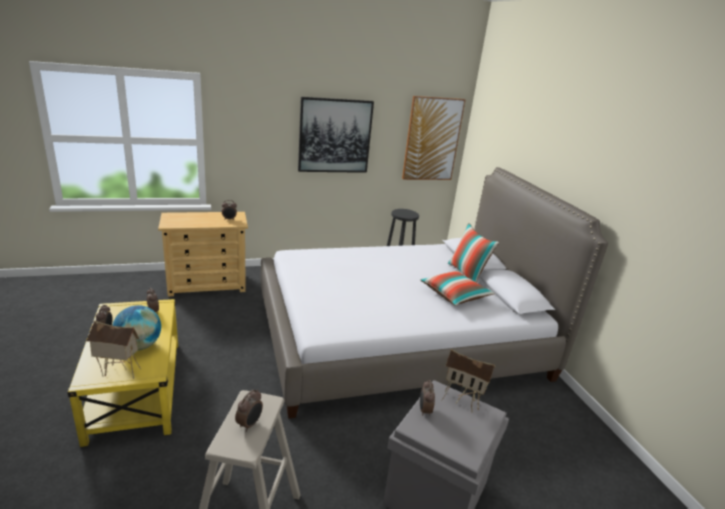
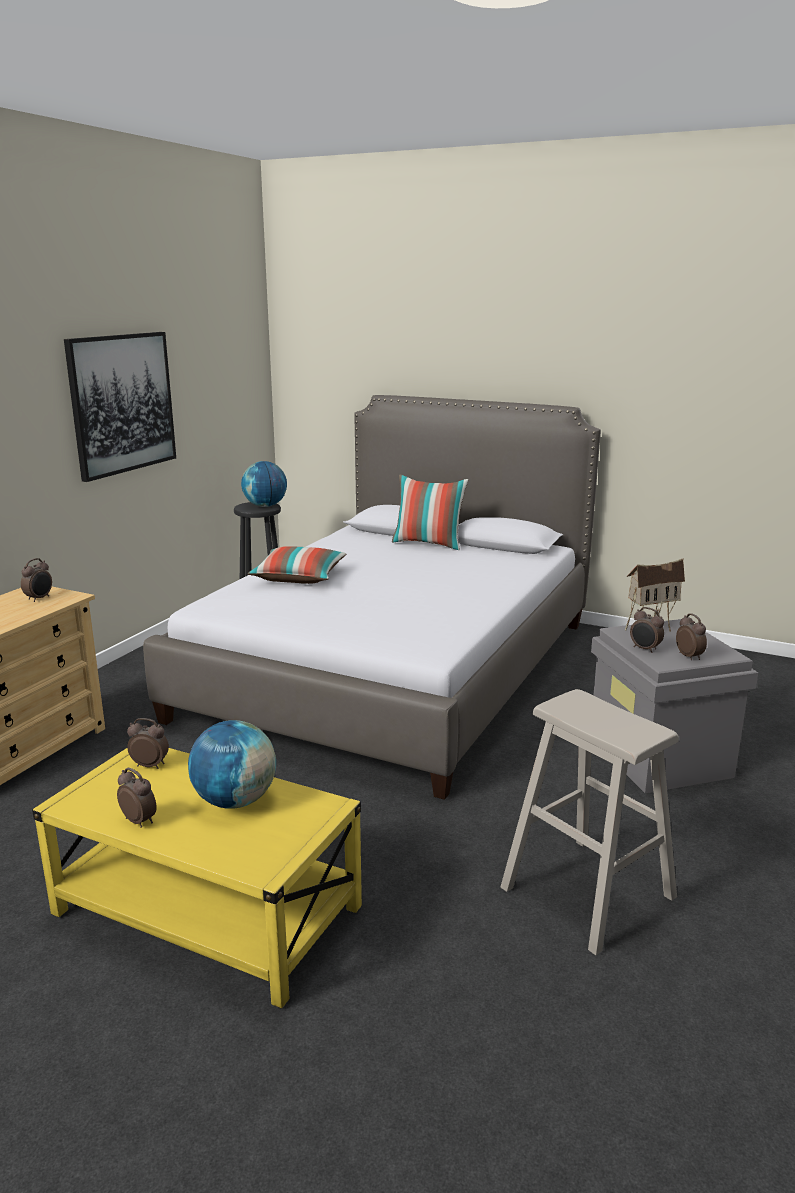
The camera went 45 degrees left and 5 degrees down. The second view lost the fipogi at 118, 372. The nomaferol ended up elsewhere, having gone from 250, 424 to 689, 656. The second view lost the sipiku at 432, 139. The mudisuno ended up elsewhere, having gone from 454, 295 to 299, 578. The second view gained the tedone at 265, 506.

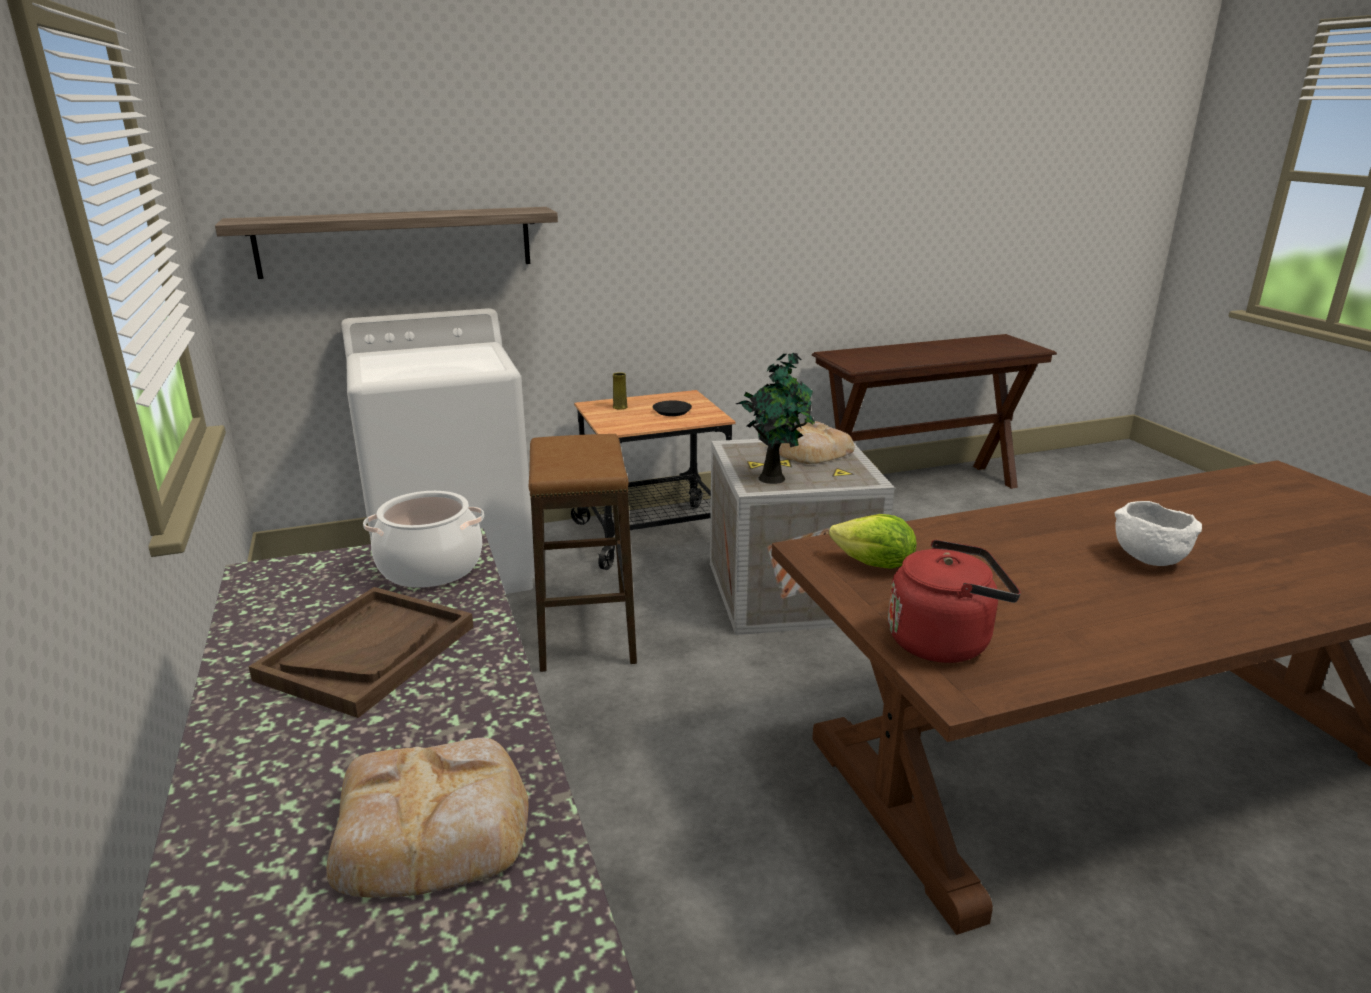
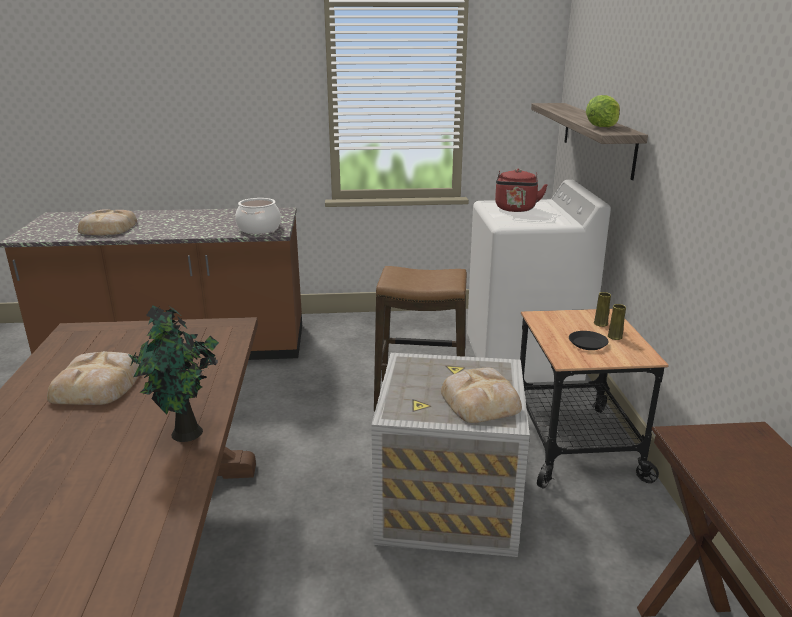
The camera went 105 degrees right and 0 degrees up. The second view lost the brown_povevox at 368, 652. The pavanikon ended up elsewhere, having gone from 774, 478 to 187, 434. The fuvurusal ended up elsewhere, having gone from 874, 565 to 601, 126. The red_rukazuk ended up elsewhere, having gone from 944, 641 to 515, 209. The second view lost the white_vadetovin at 1147, 559. The second view gained the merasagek at 98, 385. The second view gained the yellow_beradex at 615, 337.

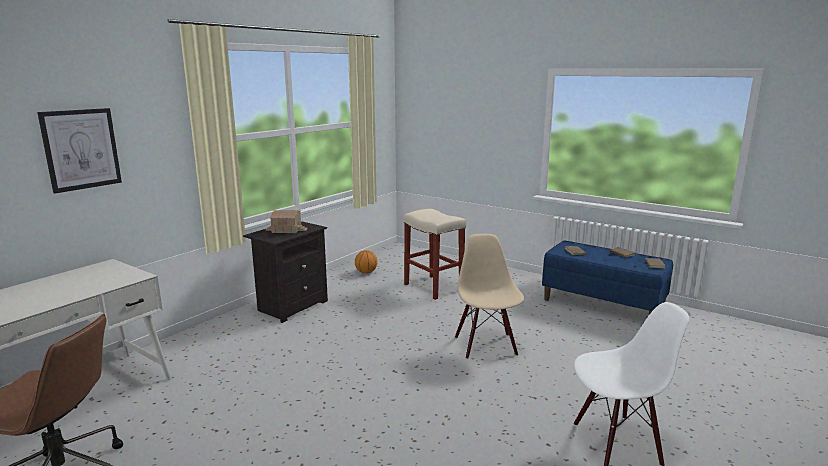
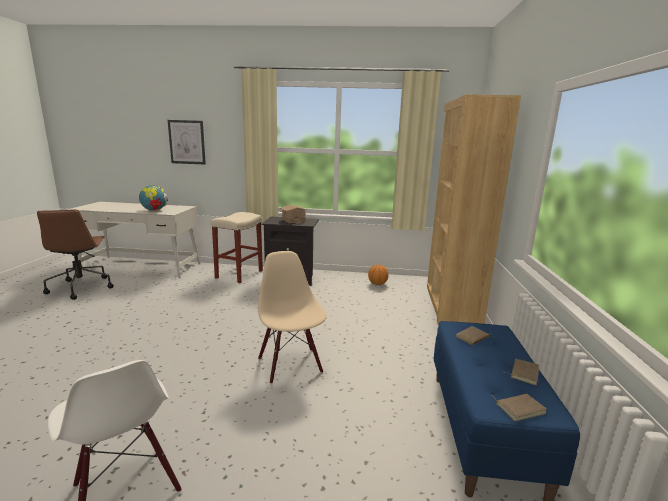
The camera went 60 degrees right and 0 degrees up. The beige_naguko ended up elsewhere, having gone from 434, 287 to 239, 274. The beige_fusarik at 486, 346 ended up facing another way, 75 degrees counterclockwise from before. The second view gained the tedone at 154, 211. The second view gained the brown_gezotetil at 451, 305.

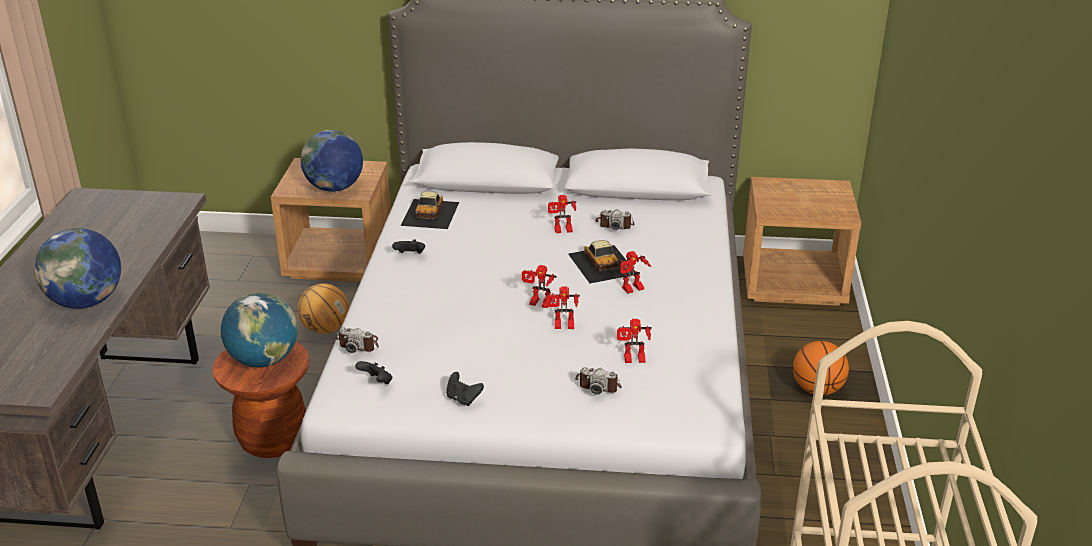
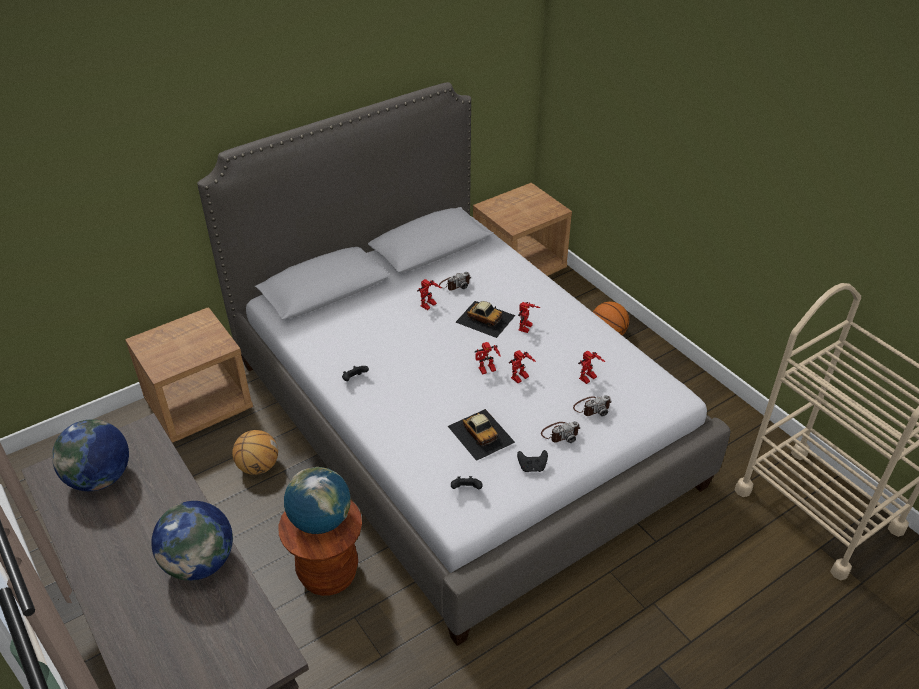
The camera went 40 degrees left and 10 degrees up. The tedone ended up elsewhere, having gone from 334, 188 to 100, 478. The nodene ended up elsewhere, having gone from 359, 344 to 560, 433. The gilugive ended up elsewhere, having gone from 430, 213 to 481, 433.

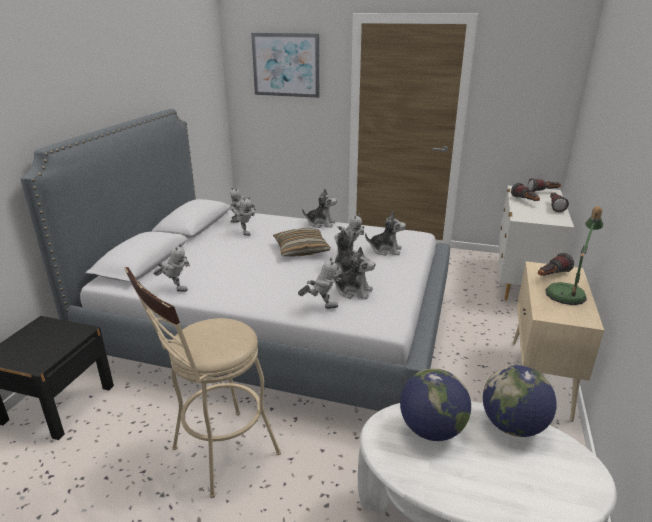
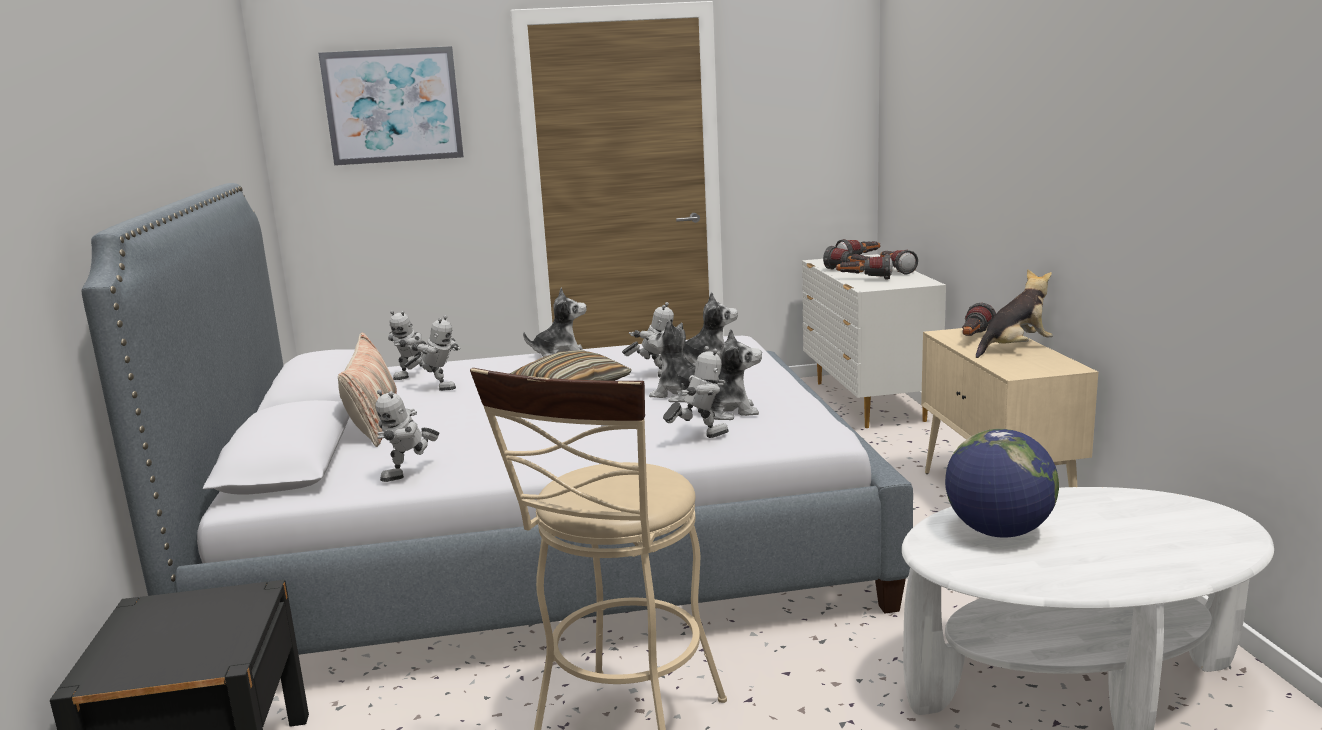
The camera went 25 degrees left and 10 degrees down. The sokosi at 175, 288 ended up facing another way, 135 degrees clockwise from before. The second view lost the tedone at 513, 426. Where the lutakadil stood at 568, 292, the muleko came to stand at 1014, 348. The second view gained the mudisuno at 373, 419. The second view gained the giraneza at 864, 279.

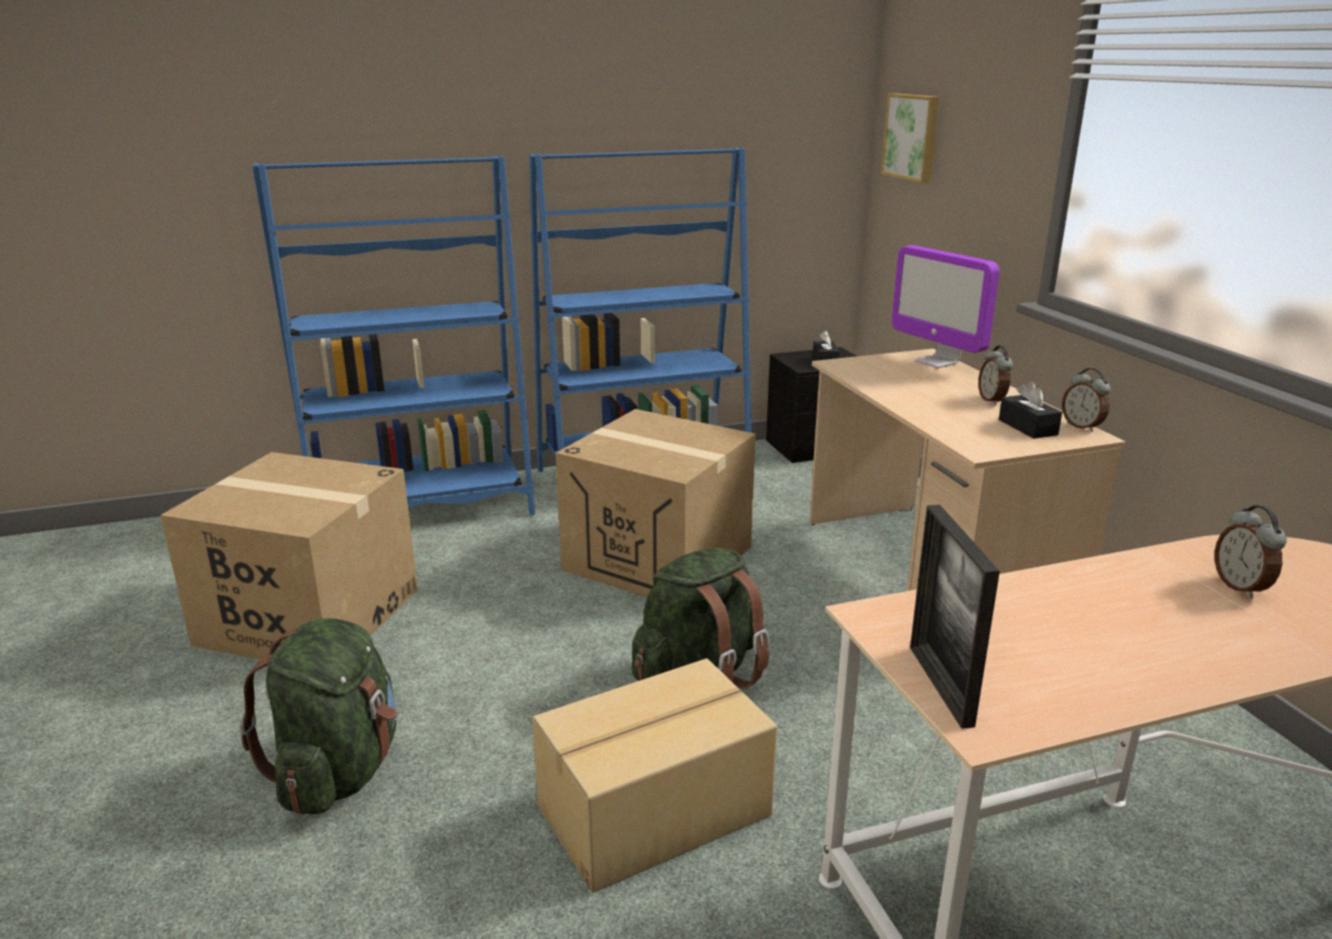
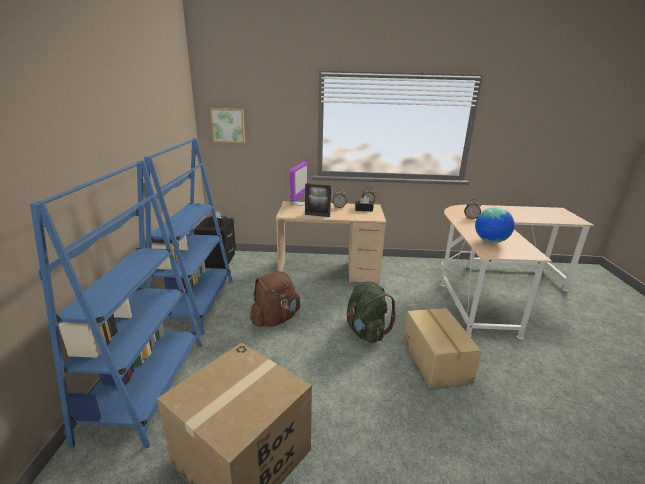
The camera went 70 degrees left and 0 degrees up. The second view lost the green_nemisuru at 339, 771. Where the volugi stood at 659, 558, the brown_nemisuru came to stand at 275, 319. The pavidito at 937, 362 ended up facing another way, 60 degrees counterclockwise from before. The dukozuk ended up elsewhere, having gone from 940, 685 to 317, 215. The second view gained the tedone at 491, 241.

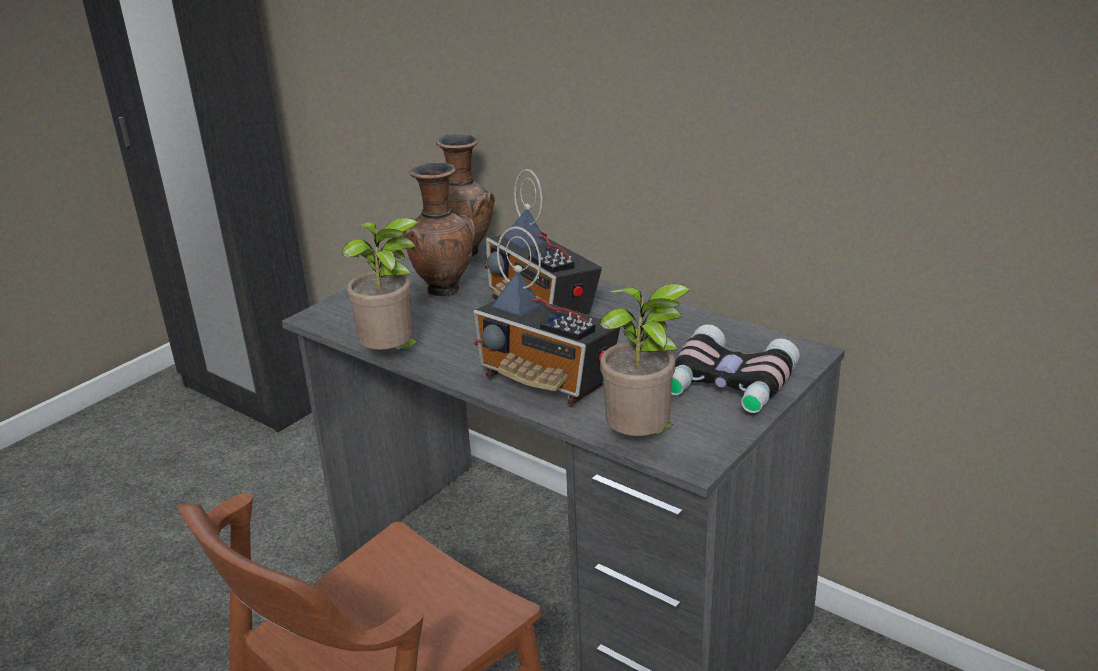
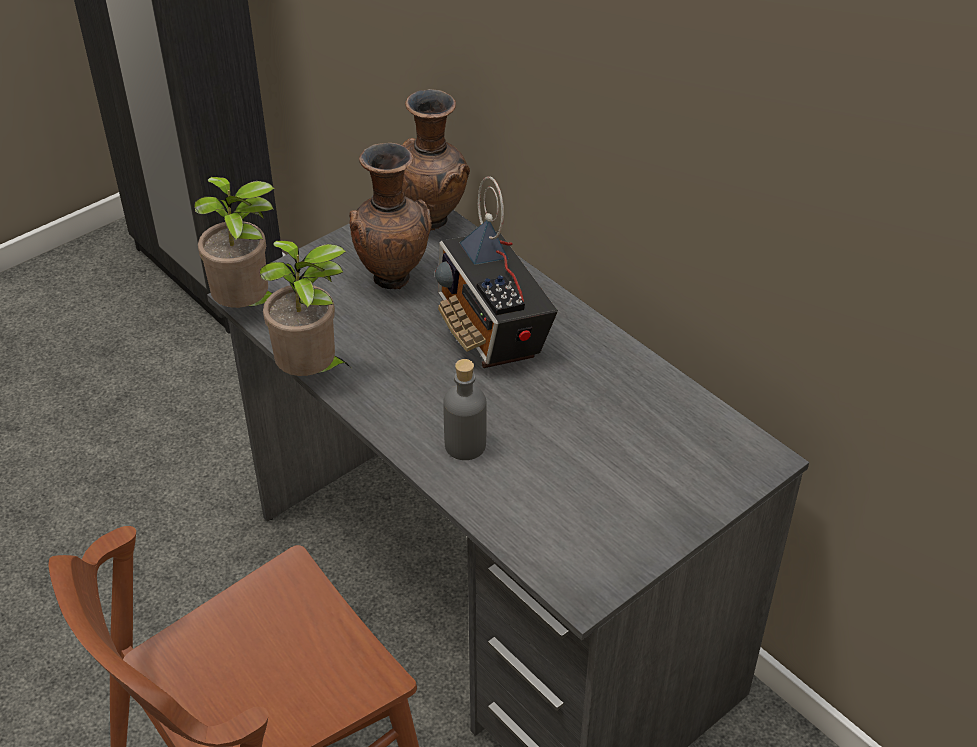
The camera went 10 degrees right and 15 degrees up. Where the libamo stood at 547, 381, the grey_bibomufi came to stand at 465, 445. The pavanikon ended up elsewhere, having gone from 642, 441 to 247, 308. The second view lost the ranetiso at 728, 385.

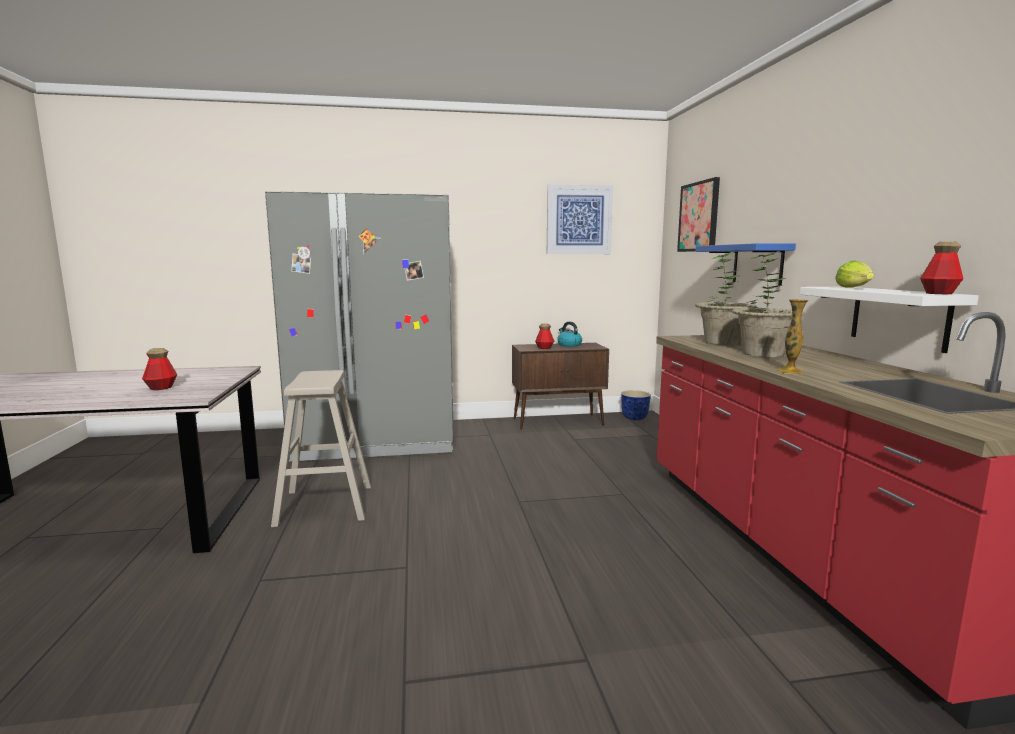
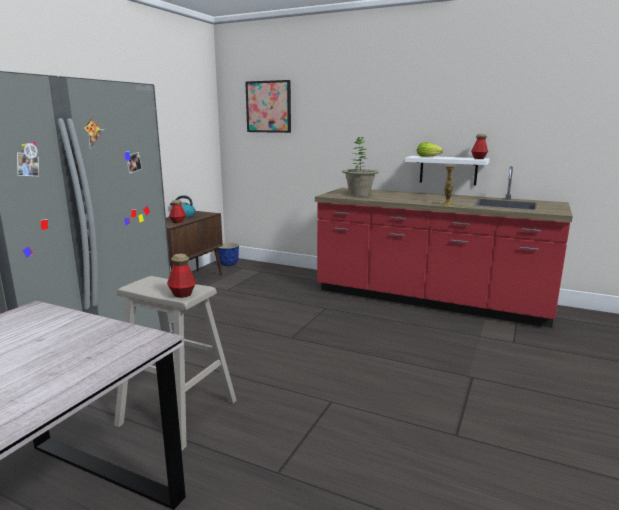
The camera went 55 degrees left and 5 degrees up. The bibomufi ended up elsewhere, having gone from 161, 388 to 182, 294. The second view lost the sipiku at 579, 220. The second view lost the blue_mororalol at 757, 264. The second view lost the pavanikon at 763, 354.

